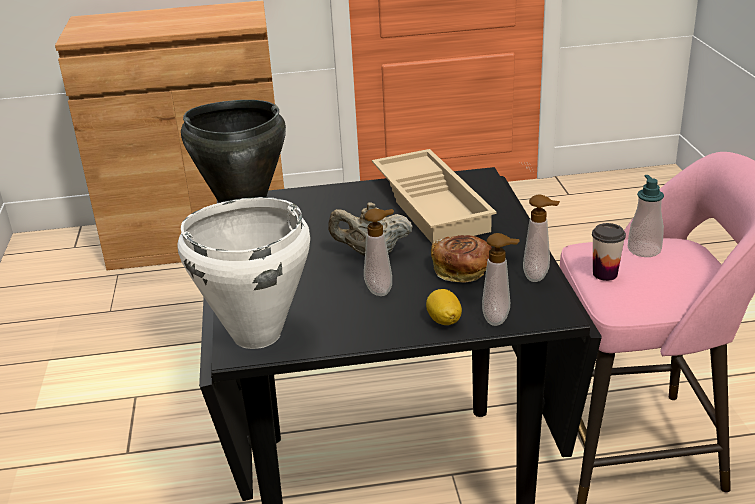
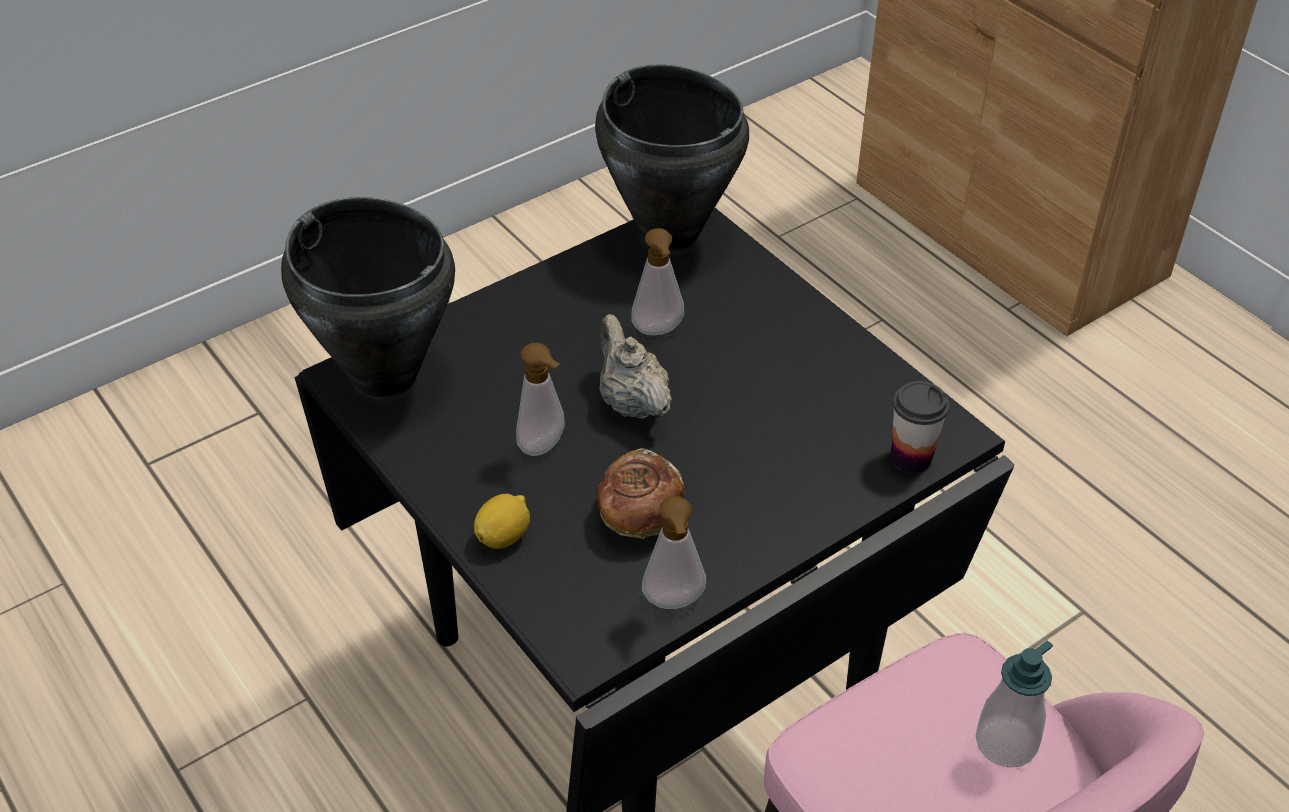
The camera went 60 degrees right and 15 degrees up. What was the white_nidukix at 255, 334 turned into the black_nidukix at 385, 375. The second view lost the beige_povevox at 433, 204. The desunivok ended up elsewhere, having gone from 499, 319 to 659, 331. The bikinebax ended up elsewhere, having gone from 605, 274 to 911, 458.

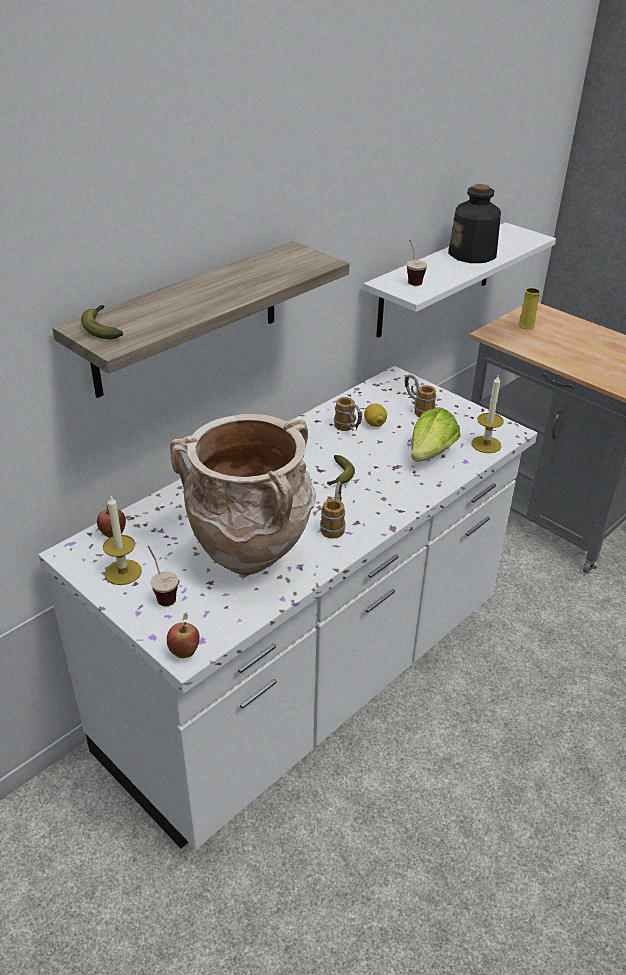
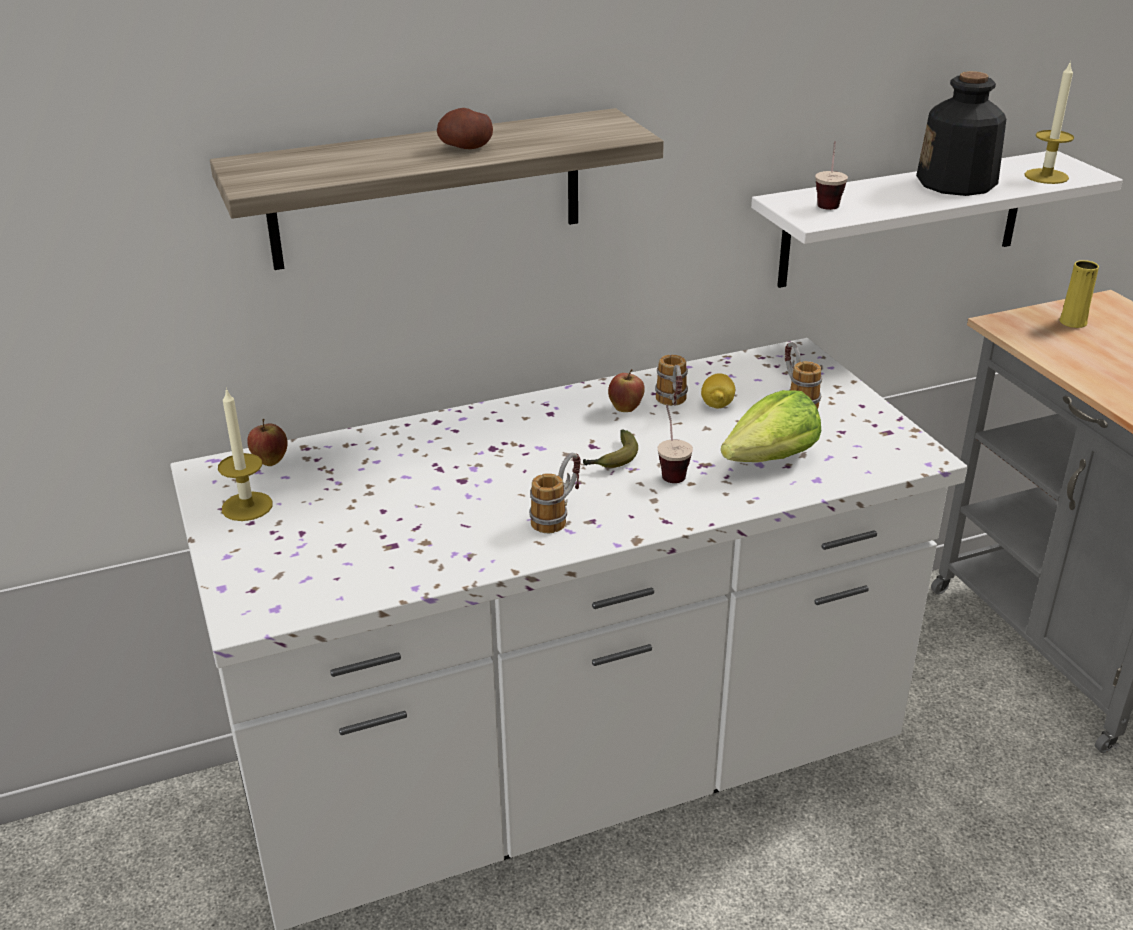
The camera went 25 degrees right and 5 degrees down. The second view lost the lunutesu at 102, 328. The bikinebax ended up elsewhere, having gone from 162, 593 to 670, 470. The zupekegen ended up elsewhere, having gone from 184, 652 to 626, 409. The second view lost the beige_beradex at 252, 559. The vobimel ended up elsewhere, having gone from 486, 444 to 1046, 176. The second view gained the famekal at 466, 147.

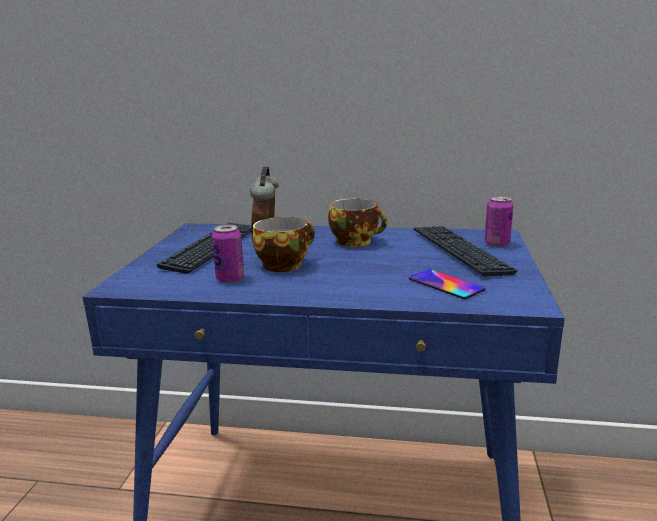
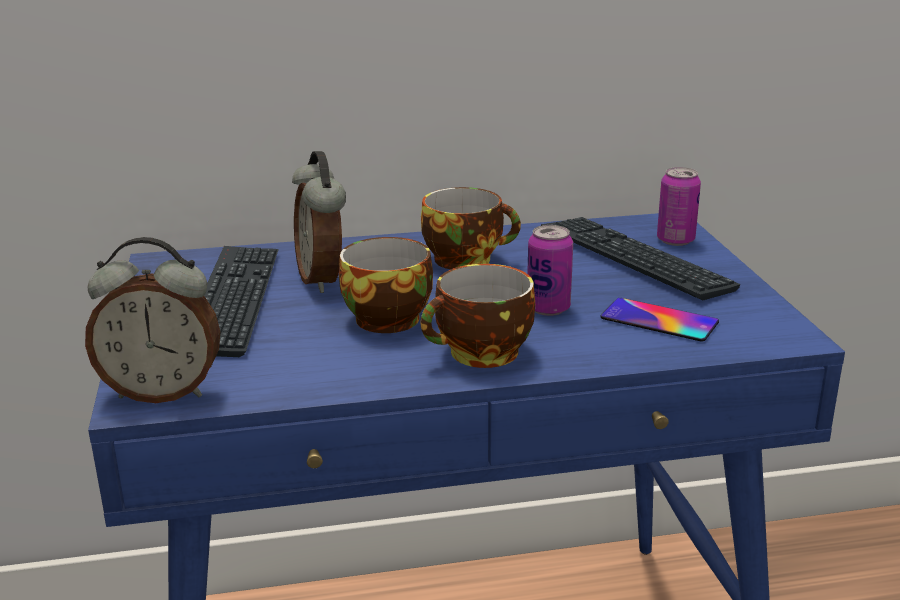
The camera went 20 degrees left and 5 degrees up. The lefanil ended up elsewhere, having gone from 230, 279 to 548, 308. The second view gained the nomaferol at 163, 392. The second view gained the bikinebax at 481, 355.

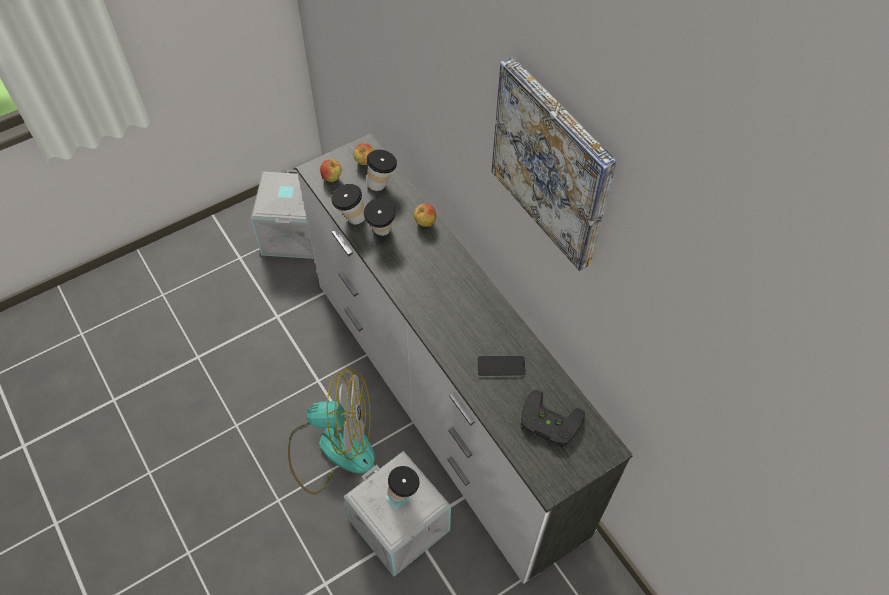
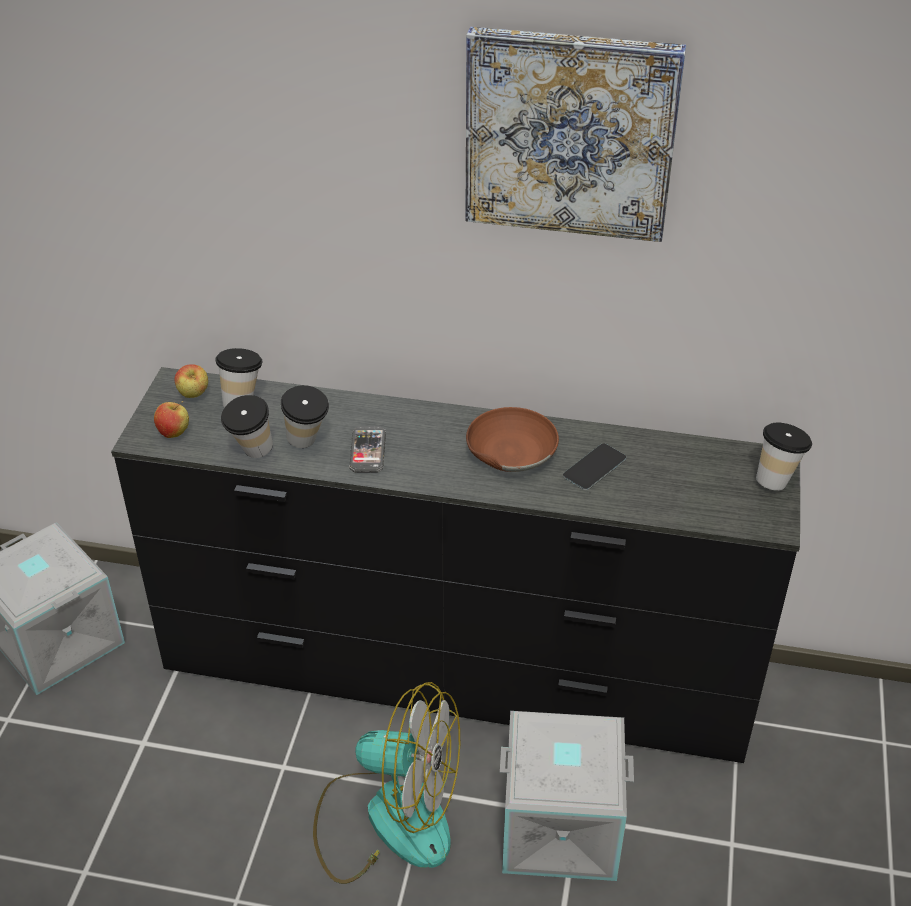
The camera went 45 degrees left and 15 degrees down. The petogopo at 332, 447 ended up facing another way, 60 degrees clockwise from before. What was the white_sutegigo at 443, 403 turned into the black_sutegigo at 456, 672. The bikinebax ended up elsewhere, having gone from 403, 494 to 777, 479. The second view lost the zupekegen at 425, 223. The second view lost the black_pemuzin at 548, 424. The second view gained the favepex at 367, 451. The second view gained the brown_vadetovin at 510, 451.

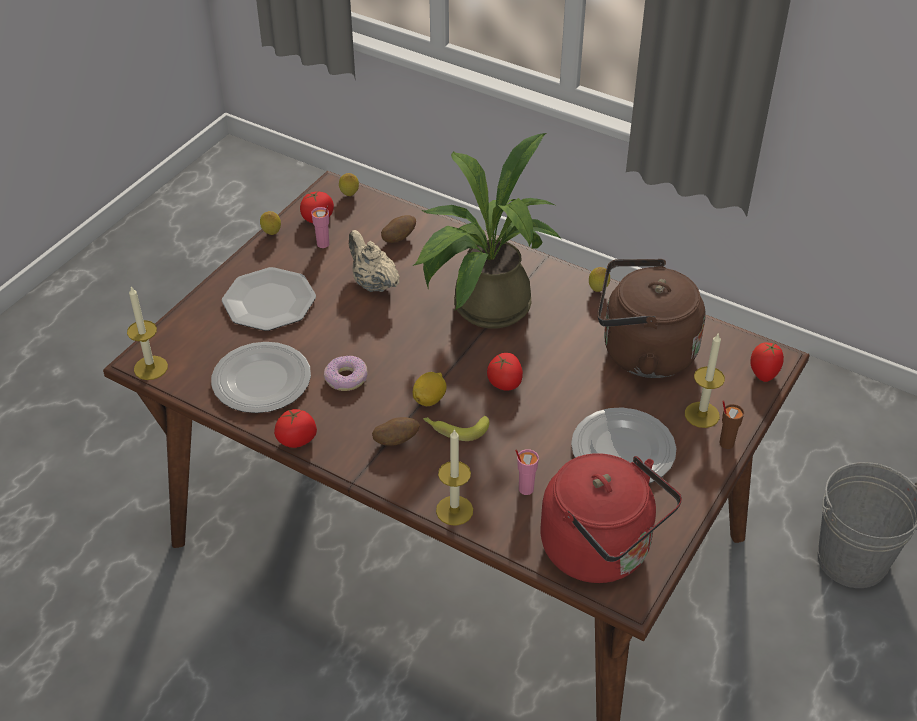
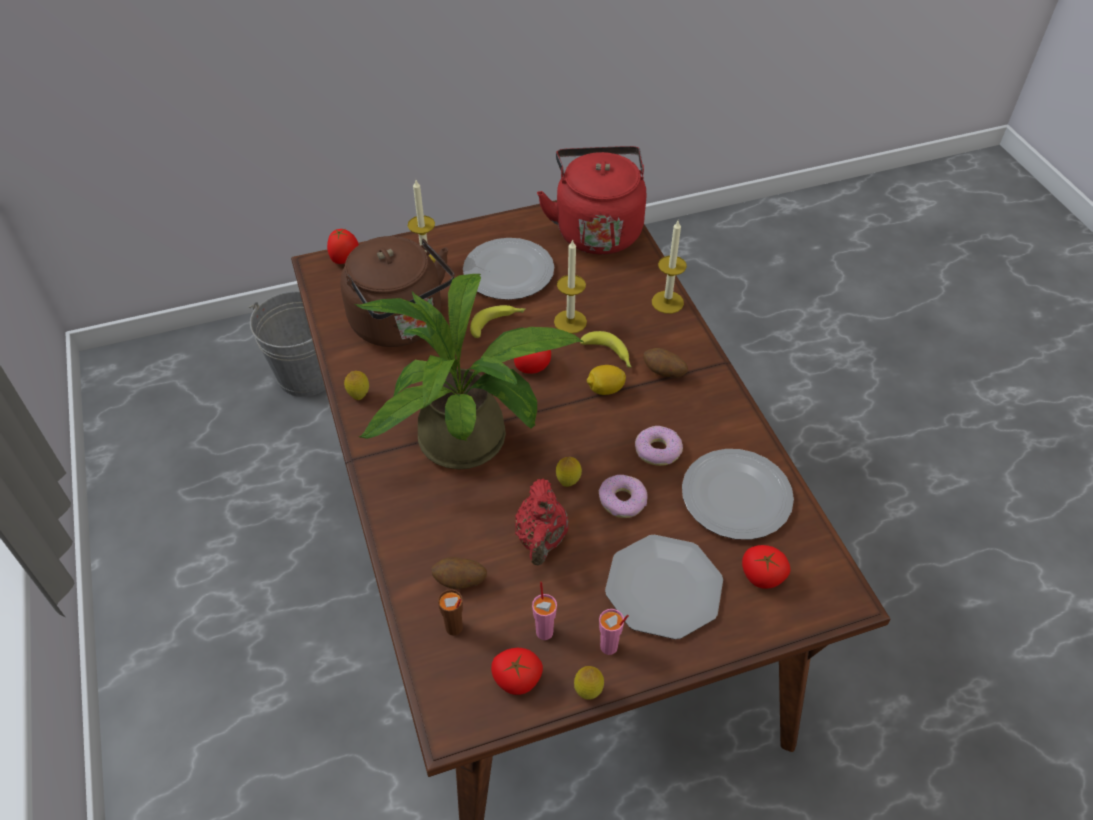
The camera went 140 degrees left and 5 degrees up. The vobimel ended up elsewhere, having gone from 150, 368 to 570, 322. The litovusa ended up elsewhere, having gone from 297, 439 to 761, 576. The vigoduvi ended up elsewhere, having gone from 349, 195 to 568, 482. What was the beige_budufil at 373, 283 turned into the red_budufil at 541, 539. The pink_bikinebax ended up elsewhere, having gone from 525, 489 to 609, 647. The brown_bikinebax ended up elsewhere, having gone from 726, 443 to 454, 628. The second view gained the lunutesu at 498, 323. The second view gained the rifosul at 622, 500.

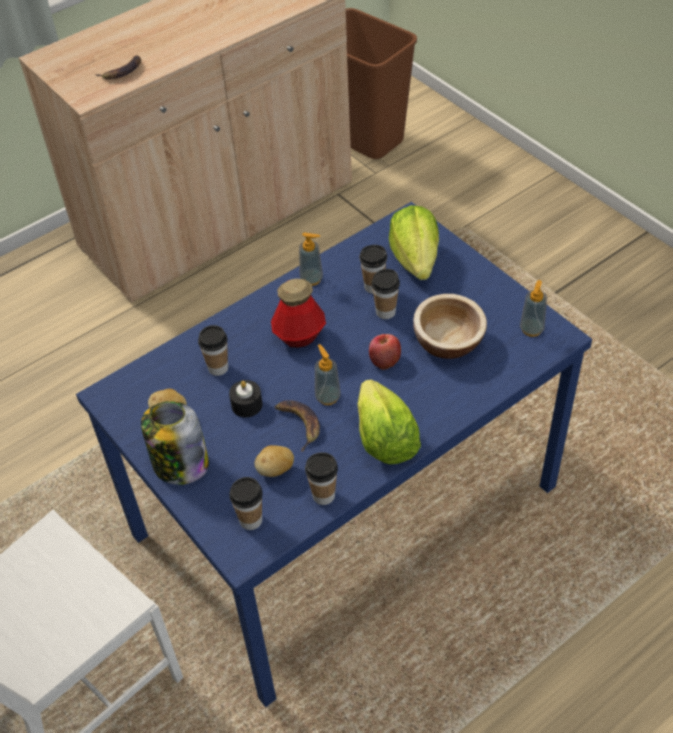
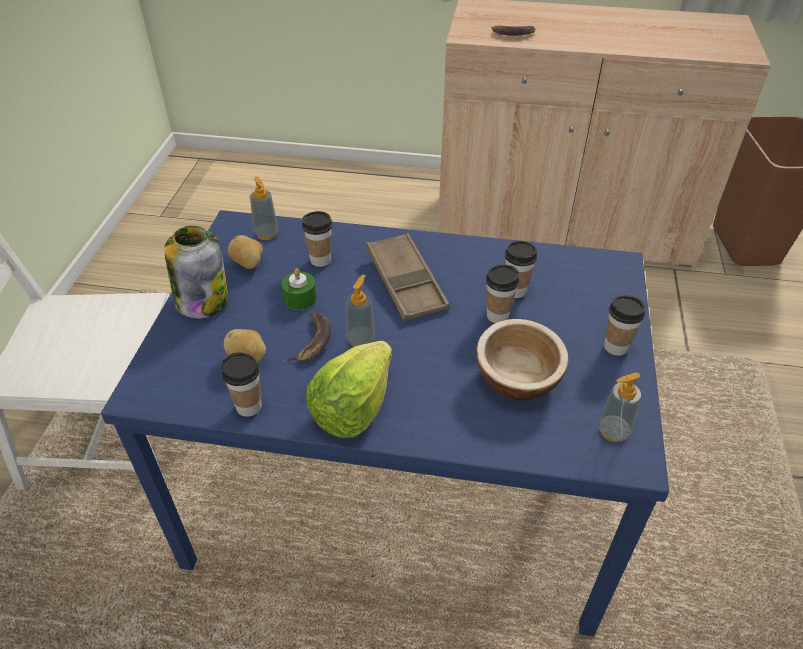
The camera went 45 degrees right and 5 degrees down. What was the black_vobimel at 247, 405 turned into the green_vobimel at 300, 298. The bikinebax ended up elsewhere, having gone from 251, 520 to 615, 347. Where the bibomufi stood at 299, 336, the brown_povevox came to stand at 406, 282. The desunivok ended up elsewhere, having gone from 311, 279 to 266, 234. The second view lost the zupekegen at 384, 359. The second view lost the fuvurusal at 415, 260.

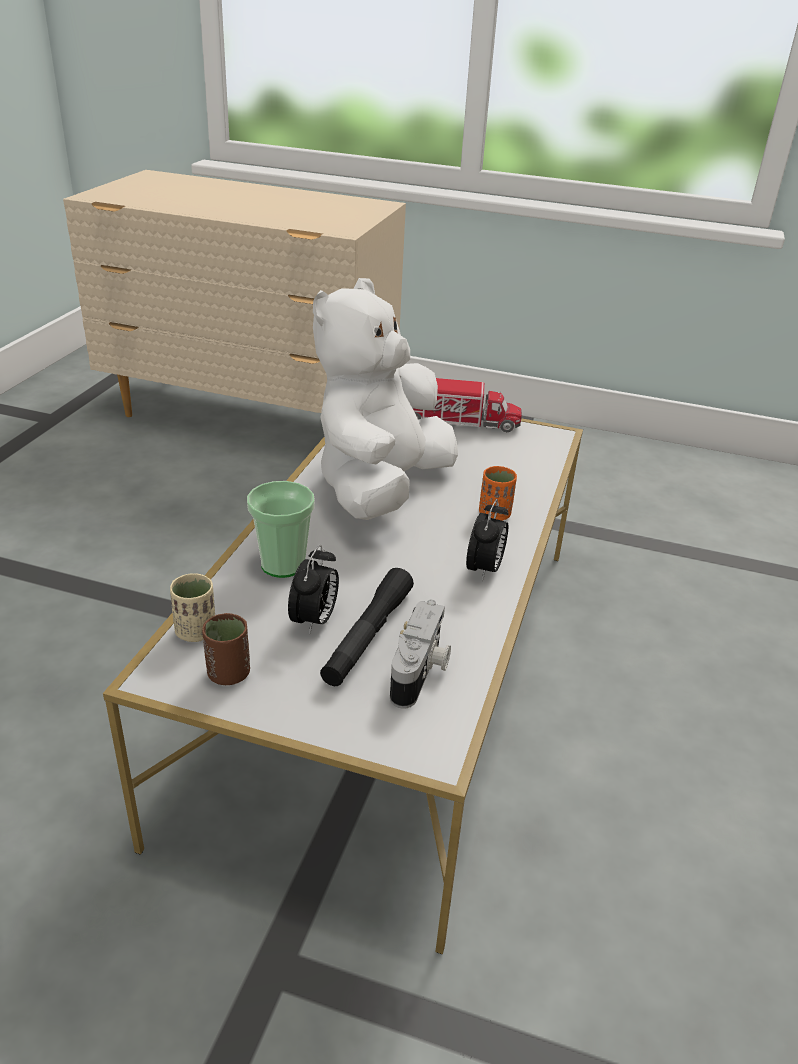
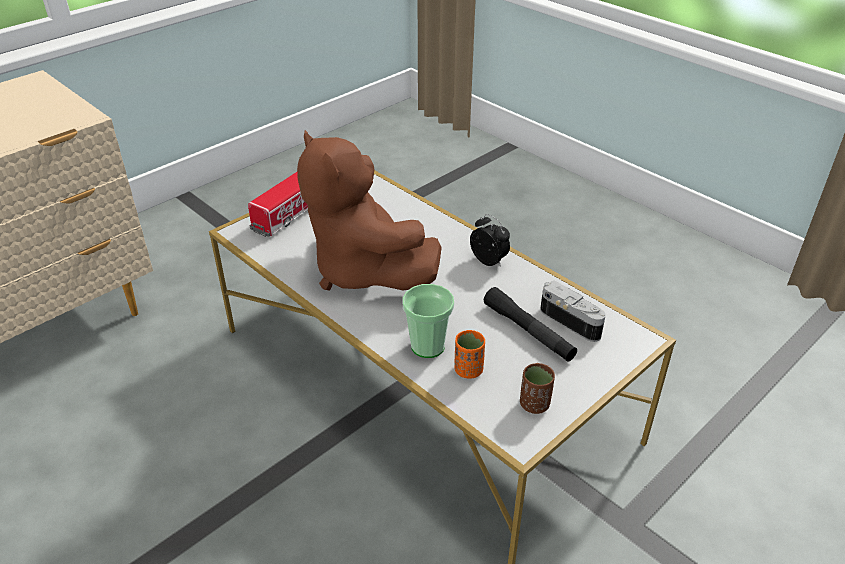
The camera went 60 degrees left and 5 degrees up. The second view lost the beige_bikinebax at 196, 632. The second view lost the nomaferol at 314, 621. What was the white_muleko at 381, 488 turned into the brown_muleko at 364, 271. The orange_bikinebax ended up elsewhere, having gone from 494, 515 to 468, 370.

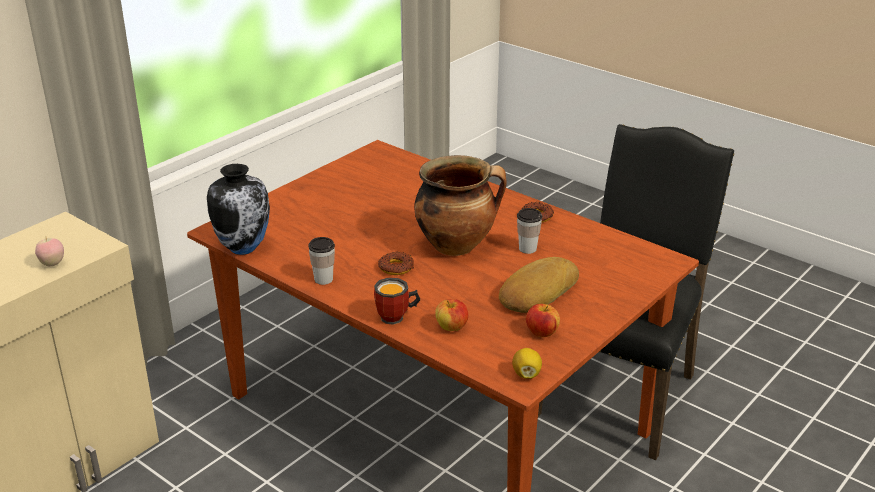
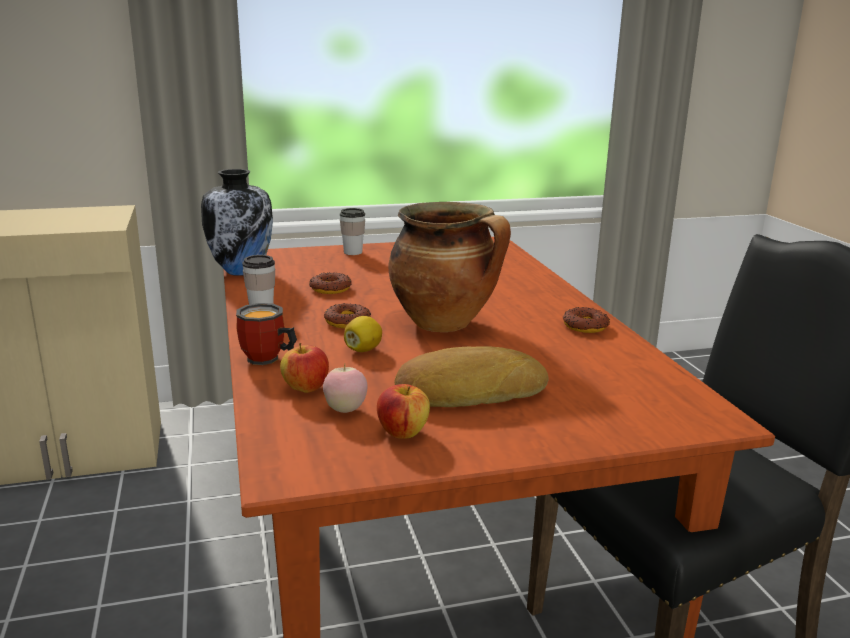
The camera went 35 degrees right and 10 degrees down. The zupekegen ended up elsewhere, having gone from 52, 264 to 345, 410. The vigoduvi ended up elsewhere, having gone from 526, 374 to 363, 350. The bikinebax ended up elsewhere, having gone from 527, 249 to 353, 252. The second view gained the rifosul at 330, 289.

